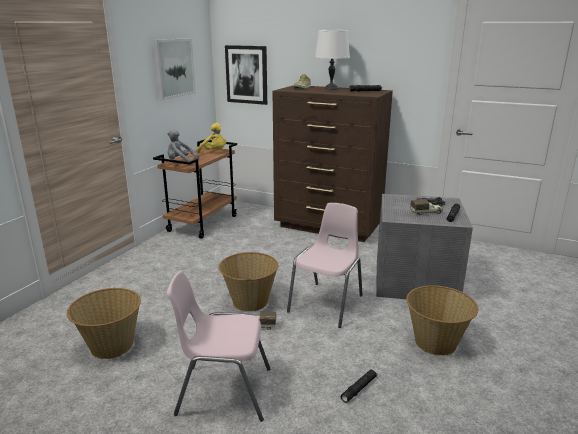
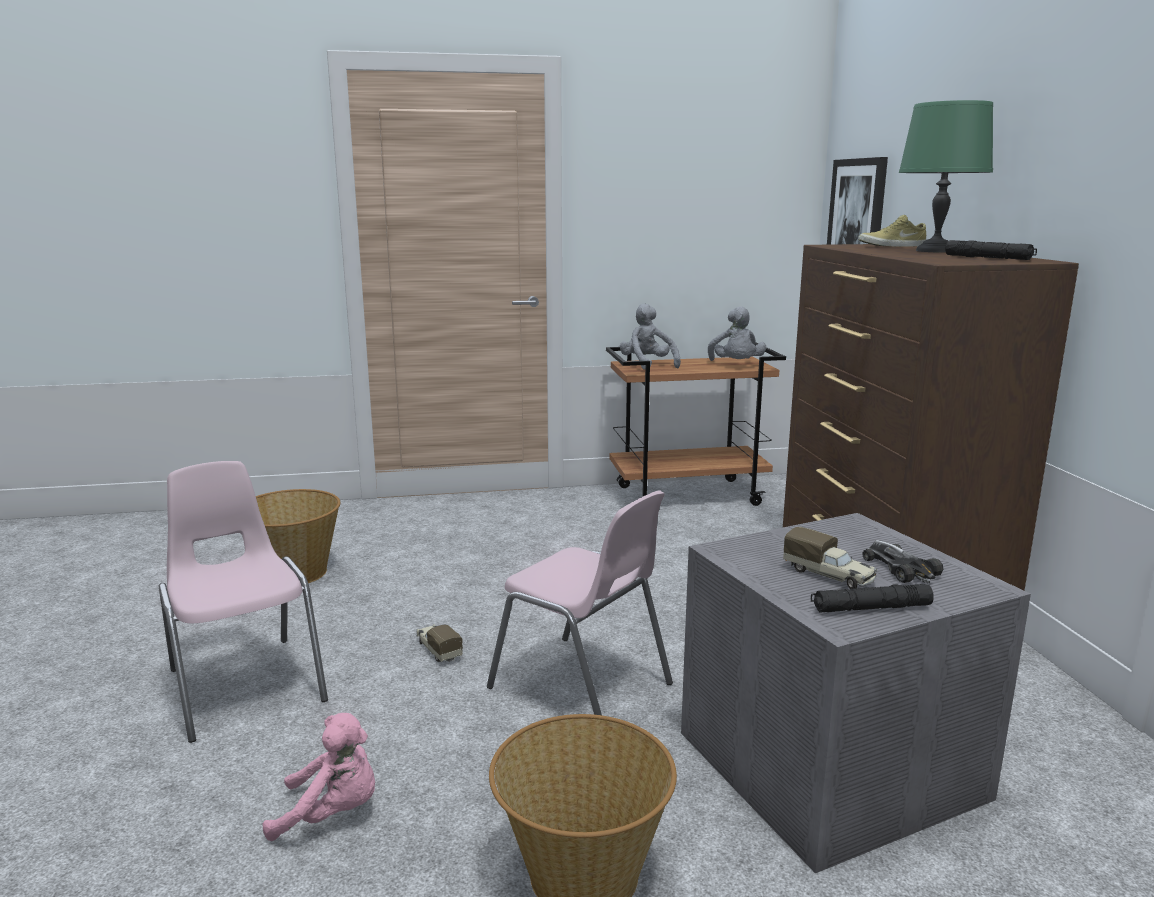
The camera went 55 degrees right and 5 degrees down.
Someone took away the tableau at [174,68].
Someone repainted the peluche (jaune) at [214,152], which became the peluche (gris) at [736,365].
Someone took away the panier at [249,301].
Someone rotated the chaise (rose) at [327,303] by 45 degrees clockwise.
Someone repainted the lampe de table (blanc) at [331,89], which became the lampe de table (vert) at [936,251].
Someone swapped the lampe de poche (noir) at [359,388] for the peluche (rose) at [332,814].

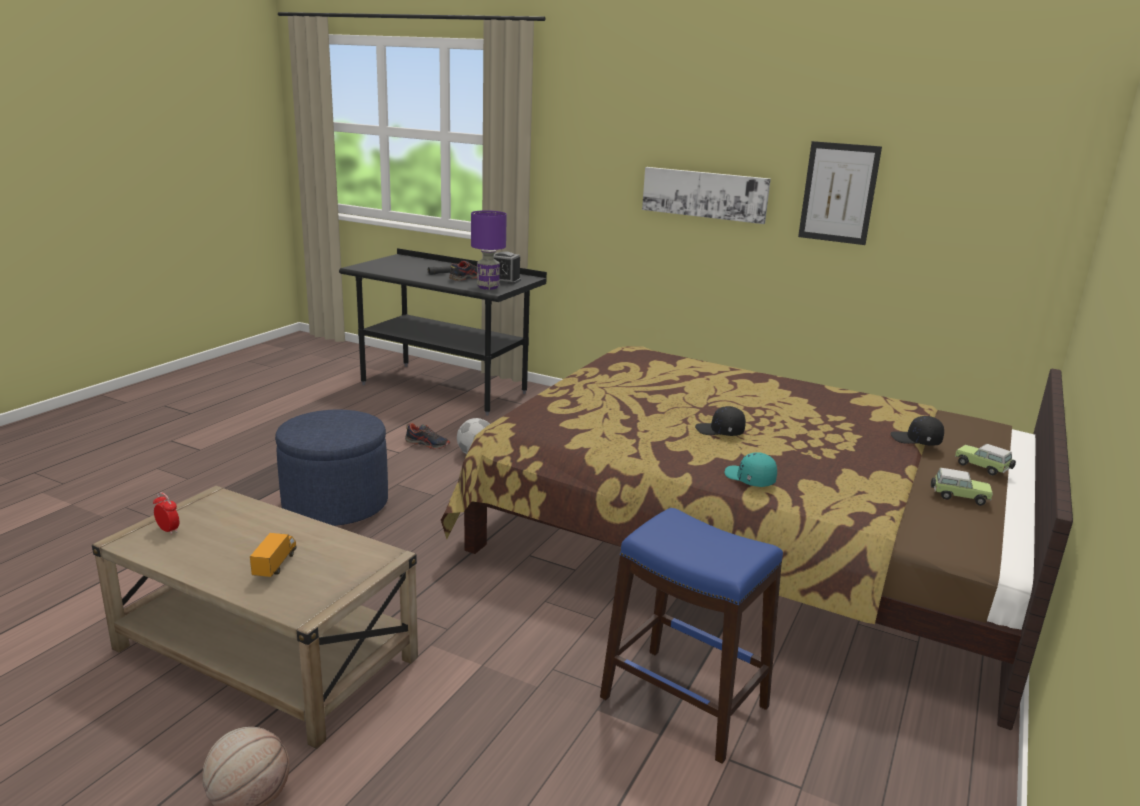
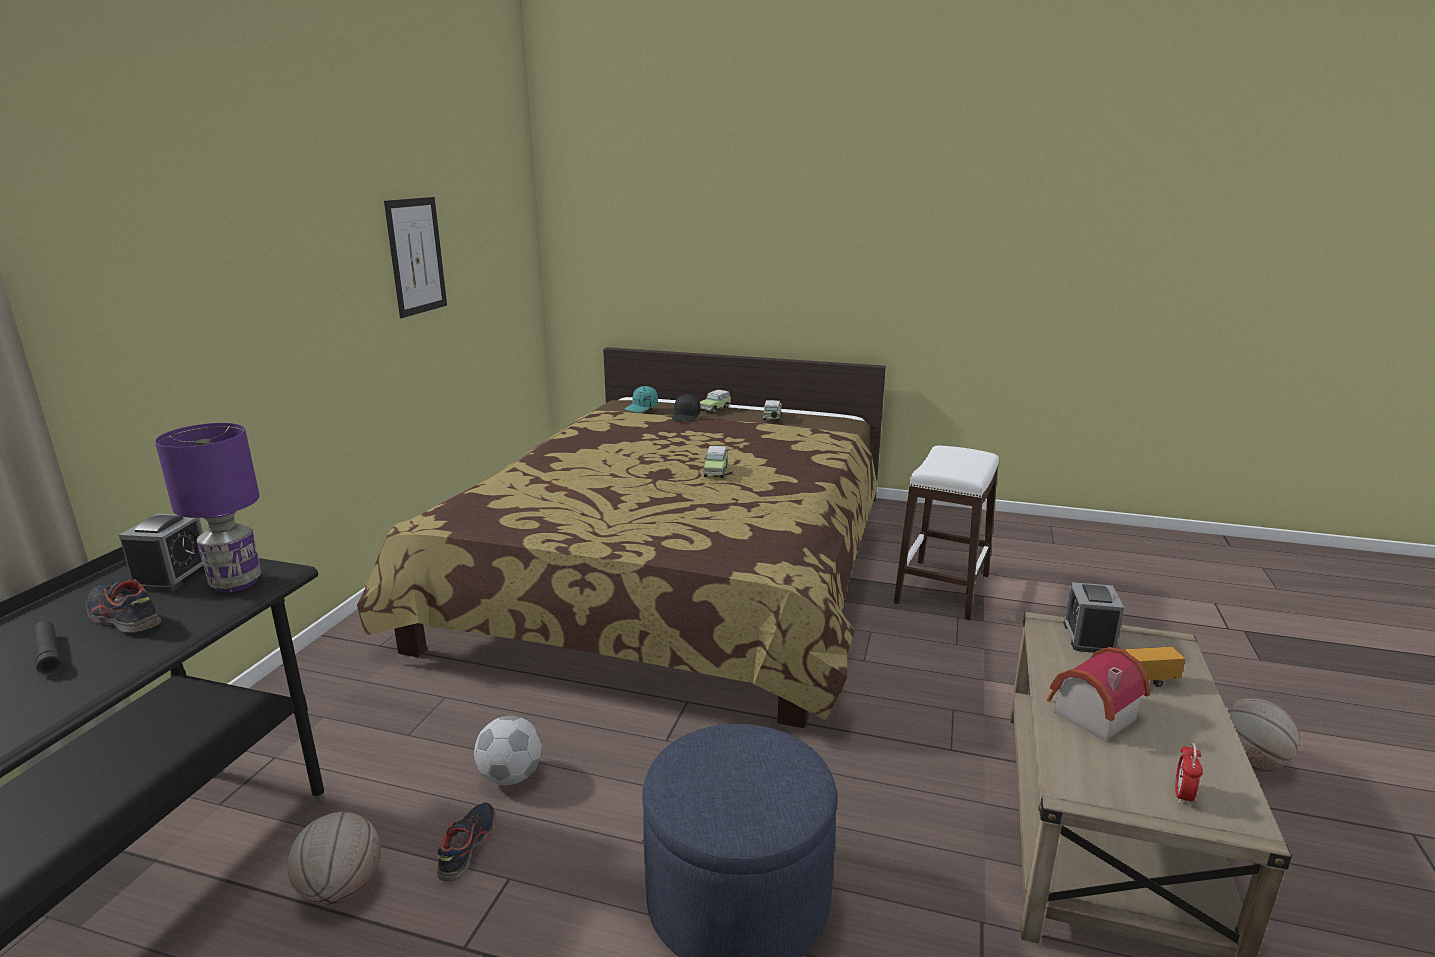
The camera went 100 degrees left and 0 degrees up.
Someone repainted the tabouret (bleu) at [684,703], which became the tabouret (blanc) at [943,588].
Someone took away the tableau at [704,194].
Someone swapped the casquette (noir) at [720,431] for the petite voiture at [715,471].
Someone carried the casquette (turquoise) from [749,479] to [642,407].
Someone put down the ballon de basket at [341,889].
Someone put down the maison miniature at [1088,714].
Someone put down the réveil at [1088,637].

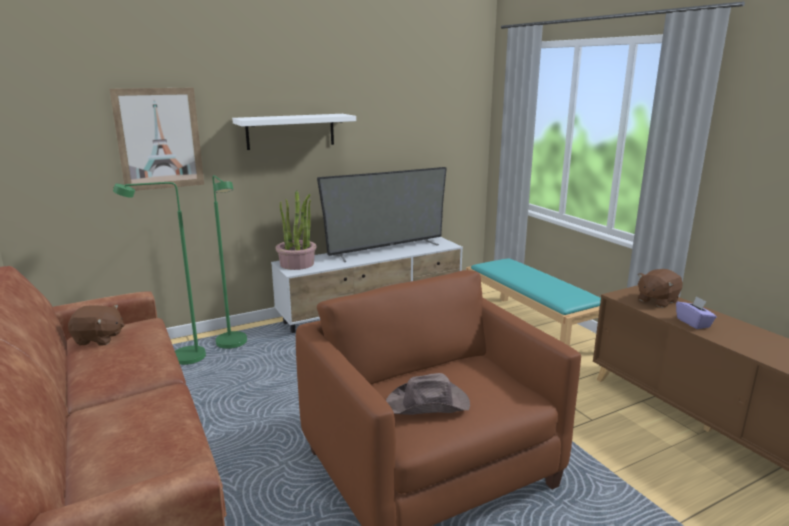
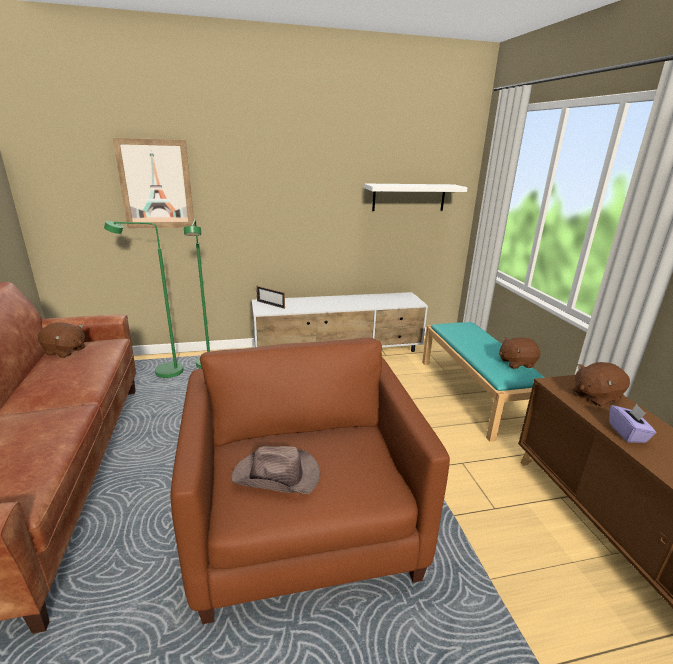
The camera went 15 degrees right and 5 degrees up.
Someone carried the étagère (blanc) from [290,131] to [409,197].
Someone swapped the plante en pot at [297,264] for the cadre photo at [270,304].
Someone took away the téléviseur at [386,250].
Someone put down the peluche (marron) at [516,363].

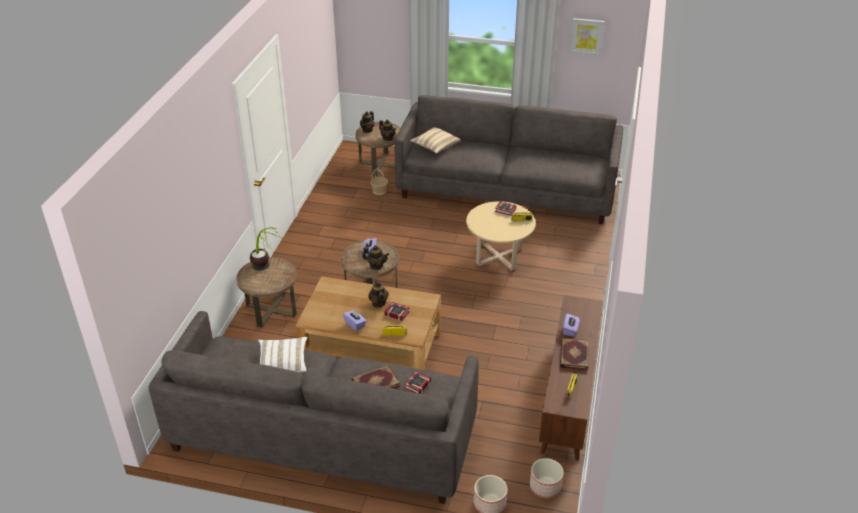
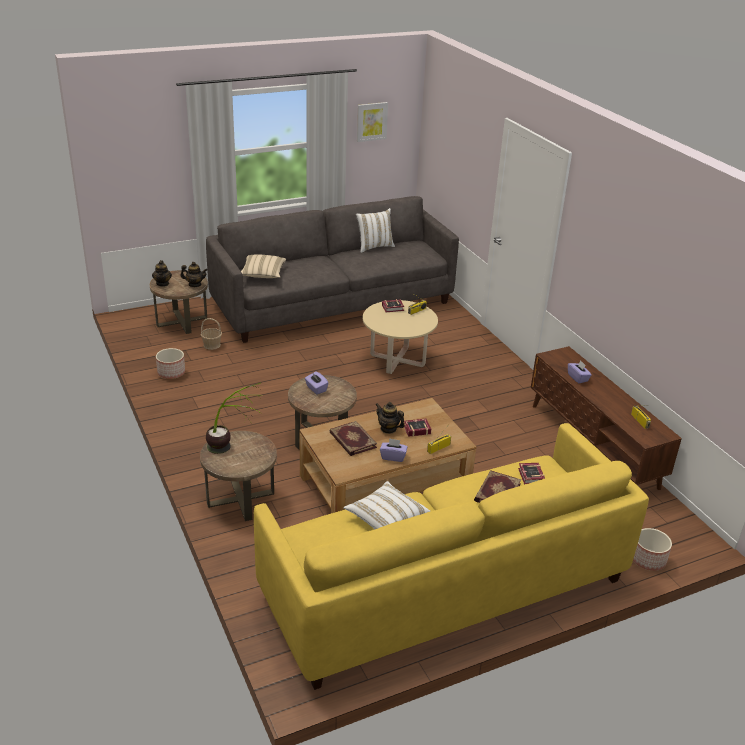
The camera went 40 degrees left and 5 degrees down.
Someone repainted the canapé (gris) at [322,436], which became the canapé (jaune) at [445,586].
Someone took away the théière at [376,266].
Someone carried the cache-pot from [545,487] to [171,373].
Someone carried the livre from [573,355] to [352,440].
Someone put down the coussin (blanc) at [374,247].

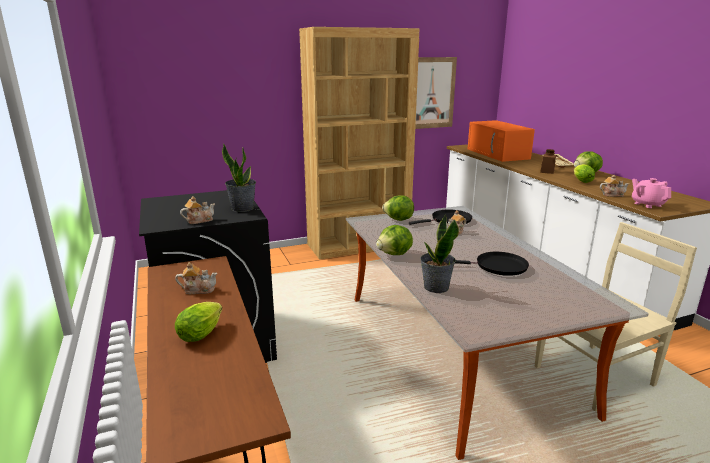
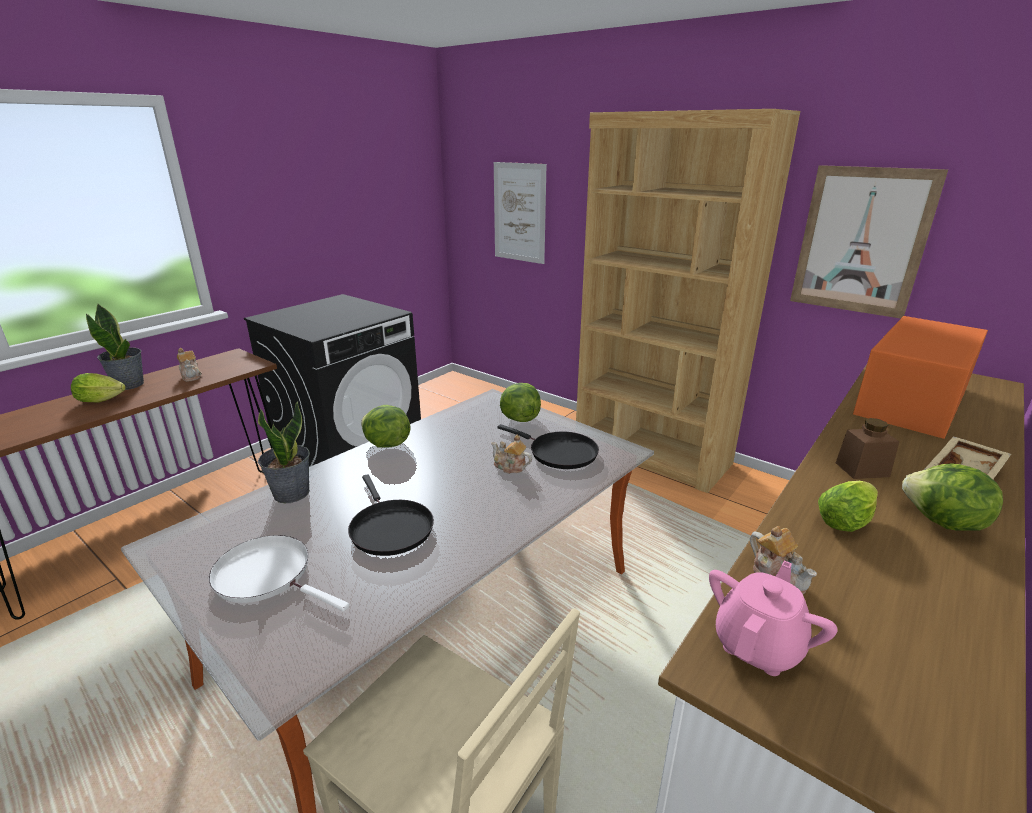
The camera went 60 degrees right and 5 degrees up.
Someone took away the théière at [199,220].
Someone carried the plante en pot from [242,208] to [129,384].
Someone put down the poêle (blanc) at [268,575].
Someone put up the tableau at [519,213].

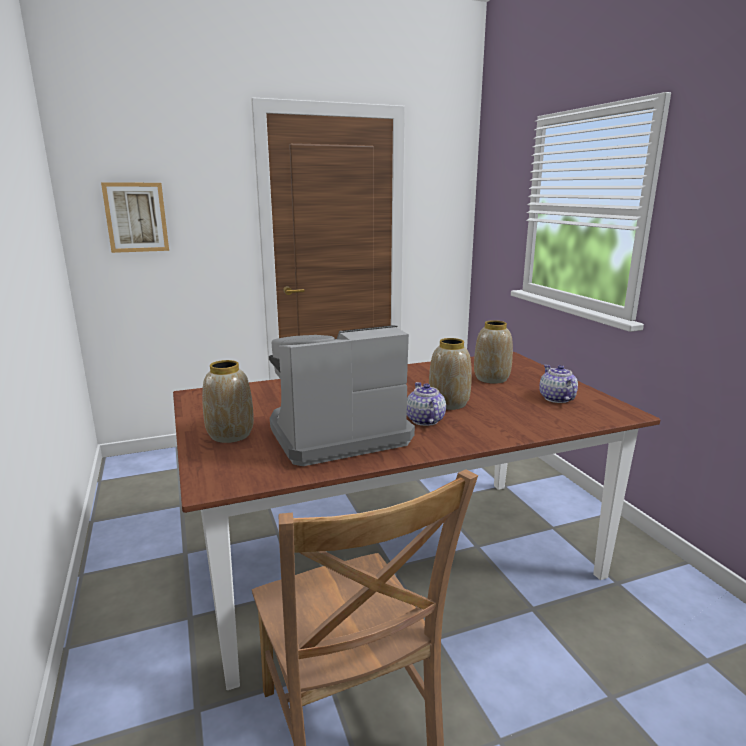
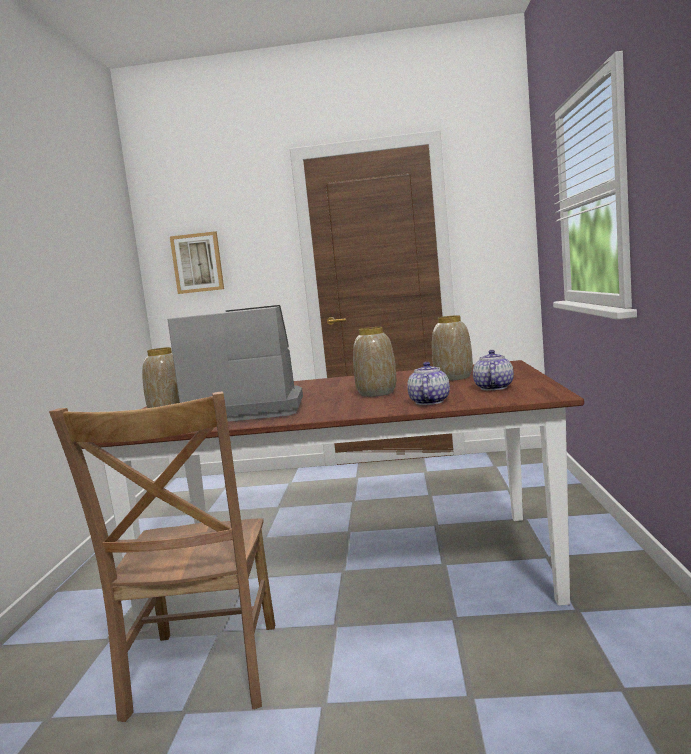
The camera went 25 degrees right and 10 degrees down.
Someone carried the théière from [424,420] to [429,402].

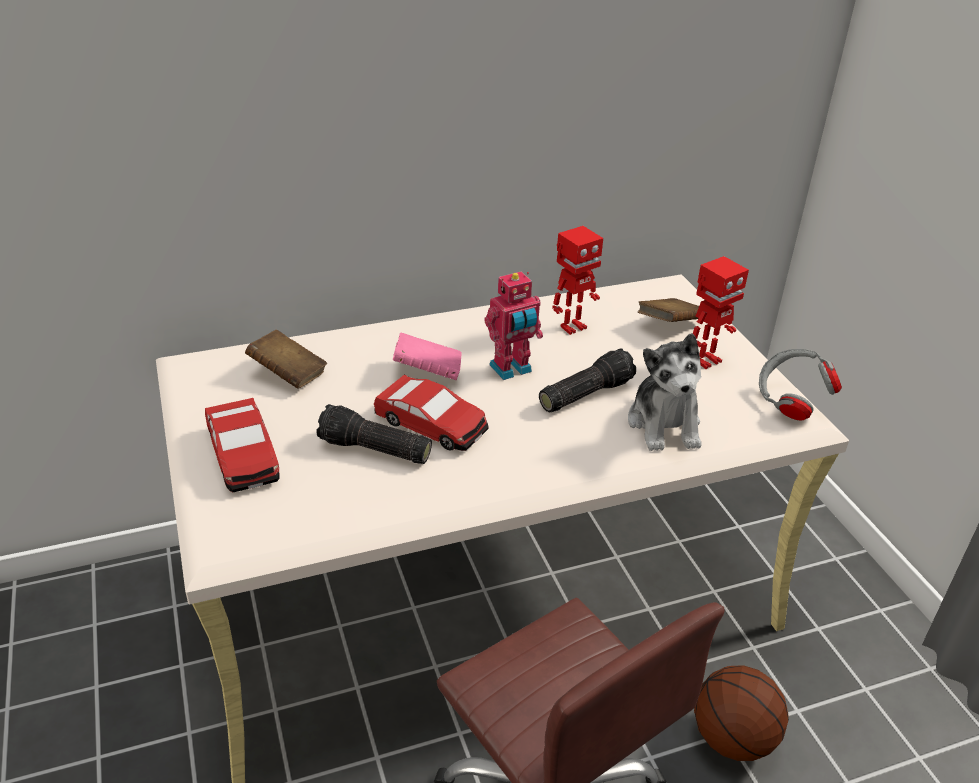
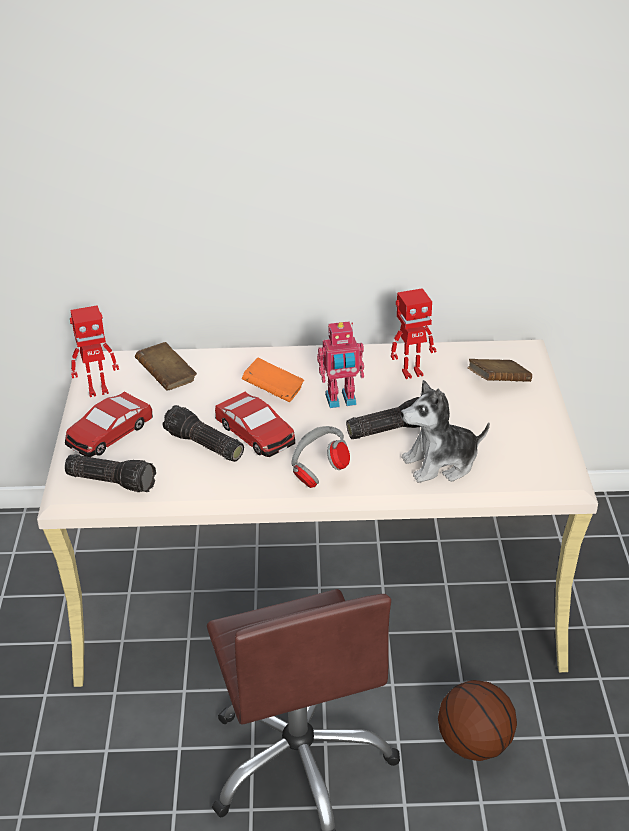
The camera went 20 degrees right and 0 degrees up.
Someone rotated the petite voiture at [243,455] by 45 degrees clockwise.
Someone repainted the livre (rose) at [427,371], which became the livre (orange) at [273,392].
Someone rotated the peluche at [664,424] by 60 degrees clockwise.
Someone carried the robot jouet from [706,360] to [98,390].
Someone carried the casque audio (gris) from [790,402] to [318,471].
Someone put down the lampe de poche at [112,481].

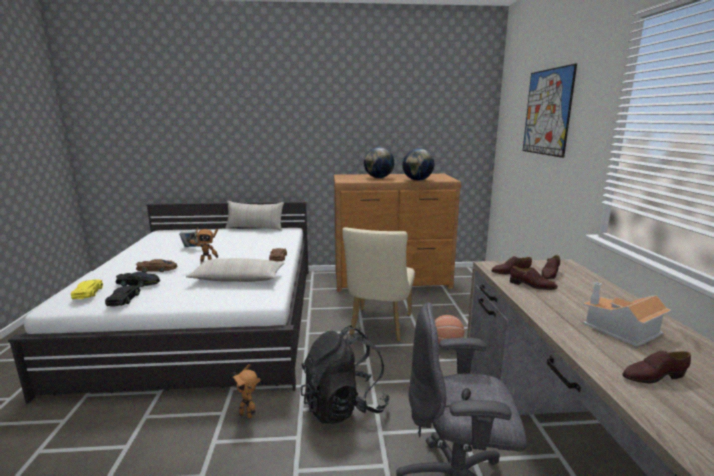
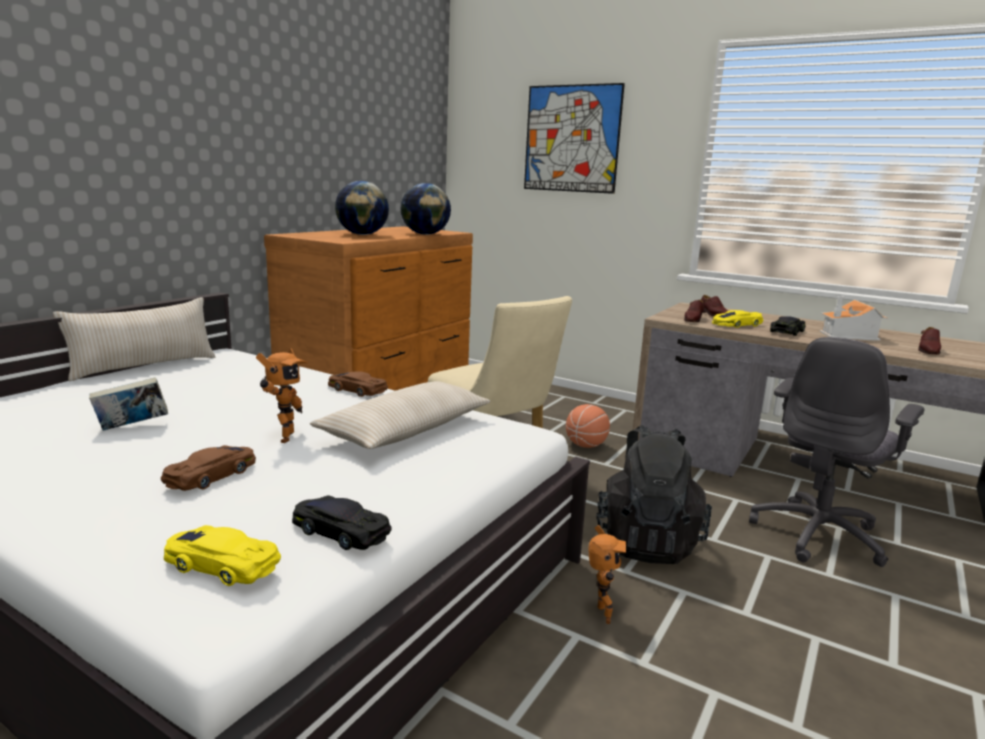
The camera went 55 degrees left and 0 degrees up.
Someone carried the petite voiture (noir) from [138,283] to [787,331].
Someone rotated the robot jouet at [247,414] by 75 degrees counterclockwise.
Someone swapped the chaussure (marron) at [532,285] for the petite voiture (jaune) at [736,324].

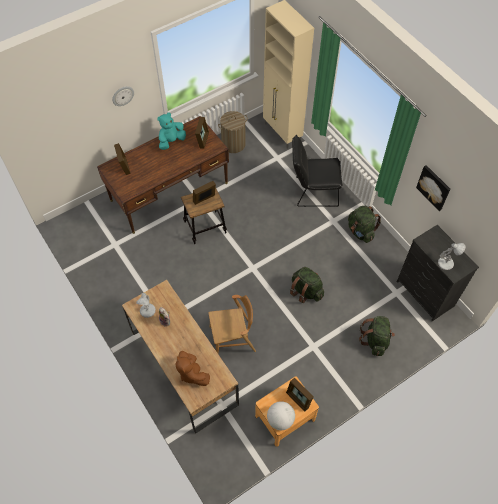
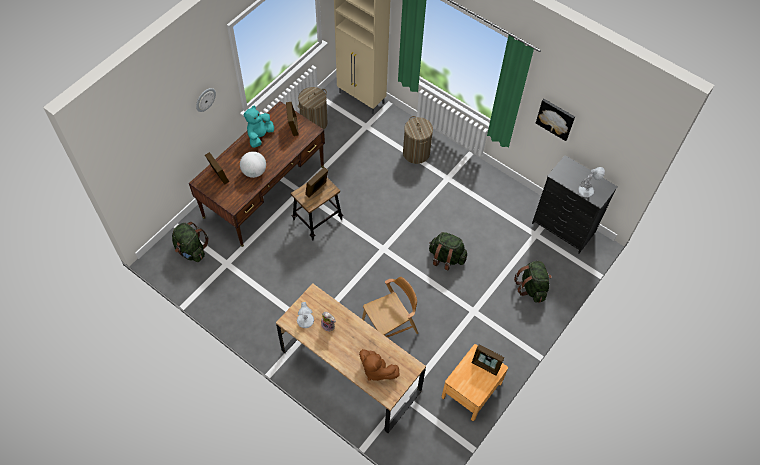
The camera went 20 degrees left and 0 degrees up.
Someone carried the globe from [280,420] to [254,172].
Someone swapped the chaise (noir) at [313,191] for the panier à linge at [416,153].
Someone carried the sac à dos (vert) from [360,231] to [191,250].

